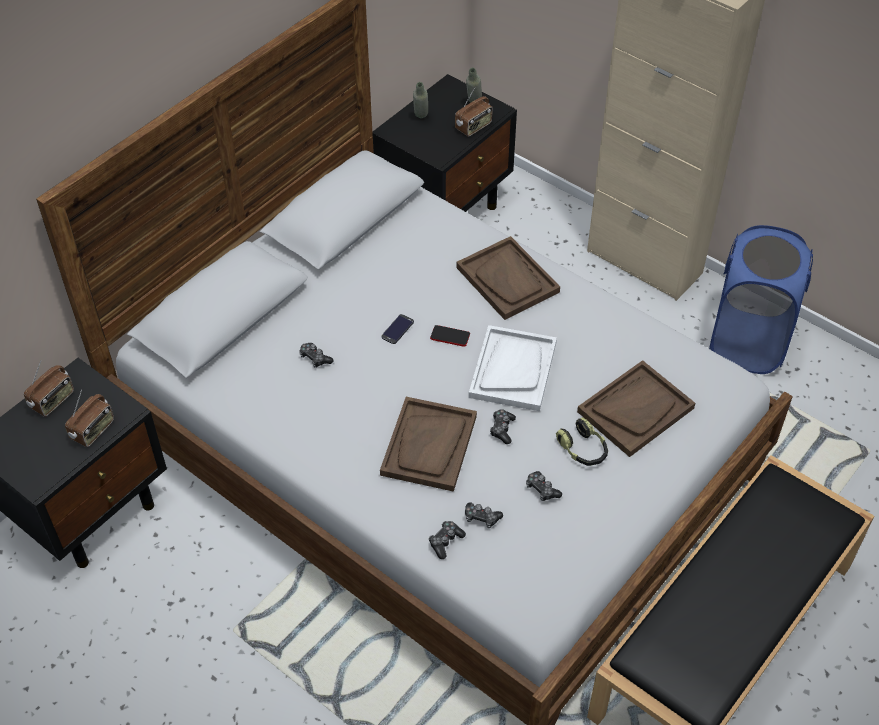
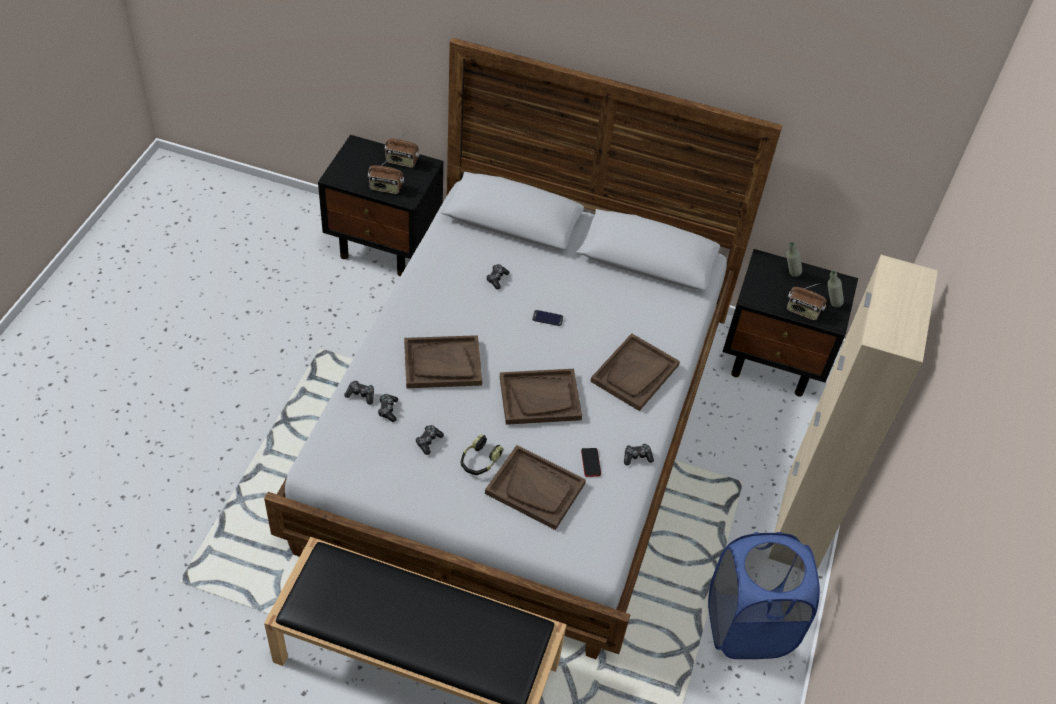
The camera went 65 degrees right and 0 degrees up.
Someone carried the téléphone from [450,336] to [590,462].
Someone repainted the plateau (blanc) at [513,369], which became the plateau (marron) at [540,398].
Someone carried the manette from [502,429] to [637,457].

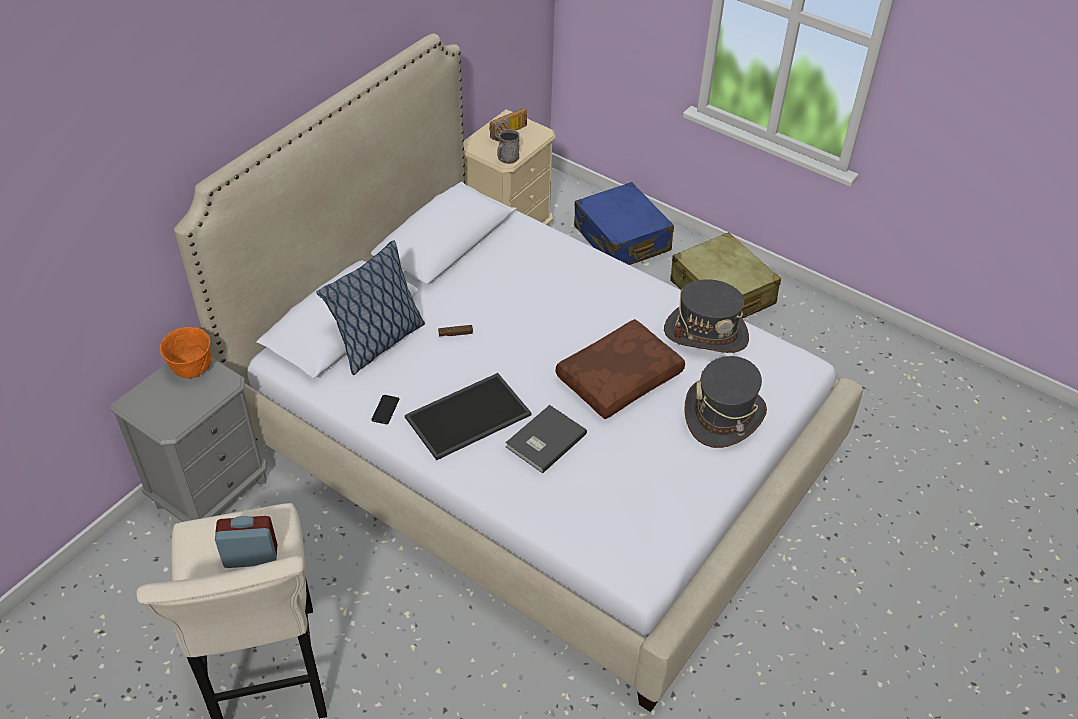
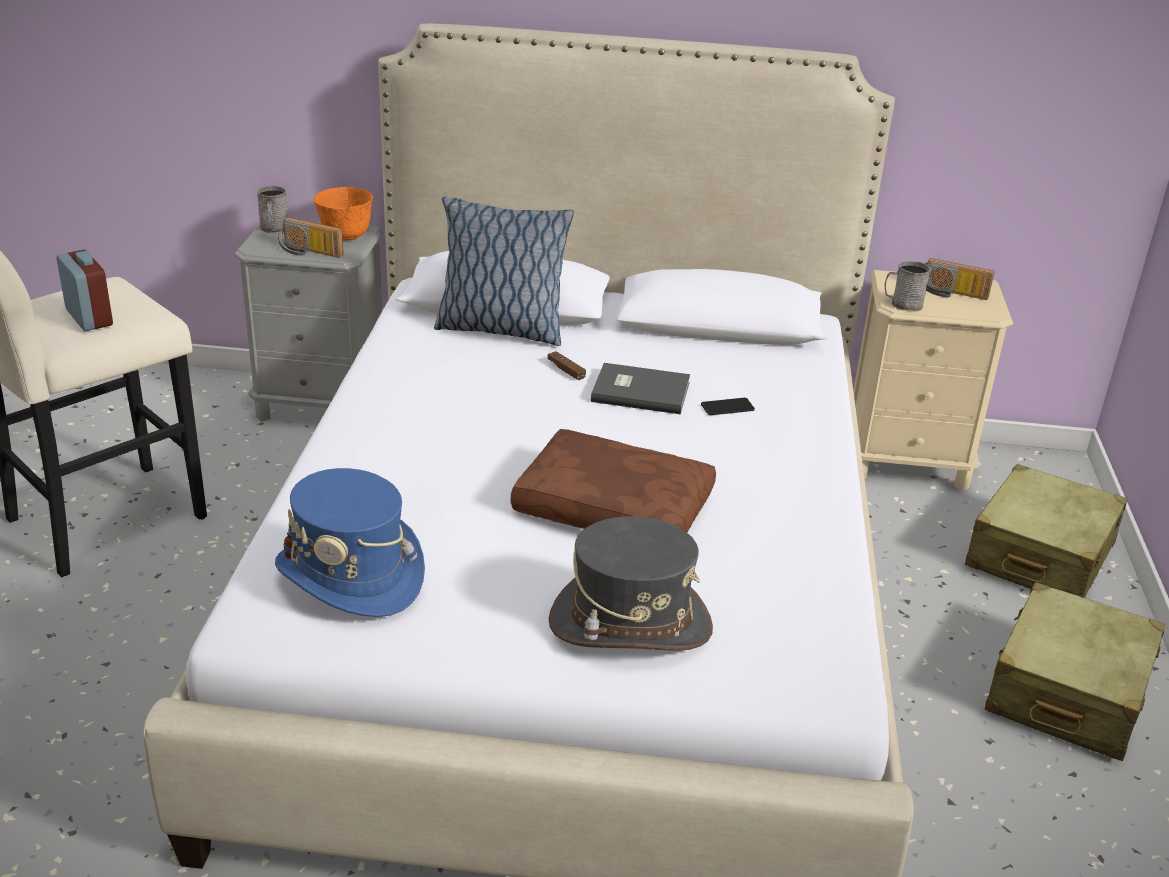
The camera went 60 degrees right and 15 degrees down.
Someone carried the téléphone from [385,410] to [727,407].
Someone took away the plateau at [468,414].
Someone carried the livre (gris) from [544,440] to [639,390].
Someone repainted the valise (bleu) at [621,239], which became the valise (beige) at [1039,556].
Someone took away the chapeau (gris) at [706,333].
Someone put down the mug (gris) at [274,229].
Someone put down the chapeau (bleu) at [351,575].
Someone put down the radio at [308,252].

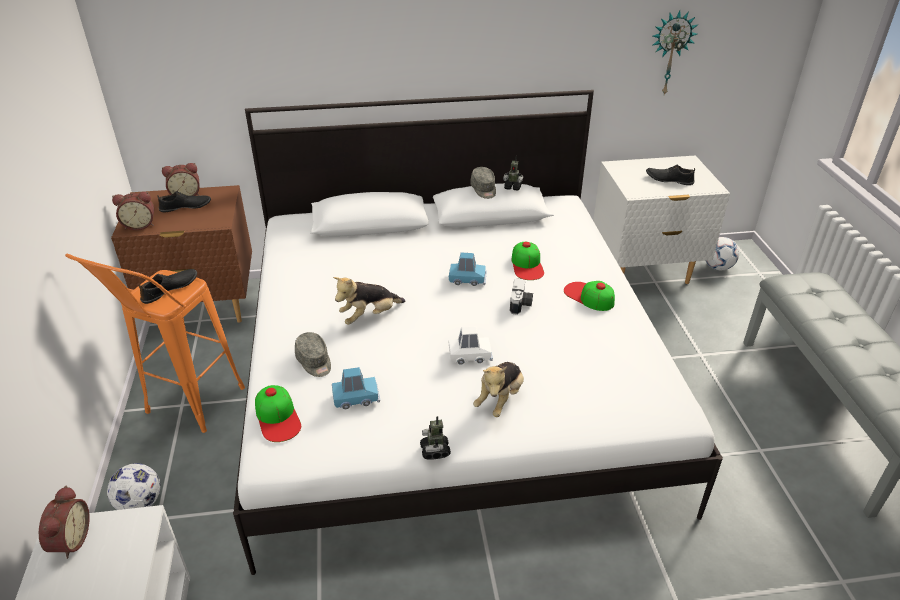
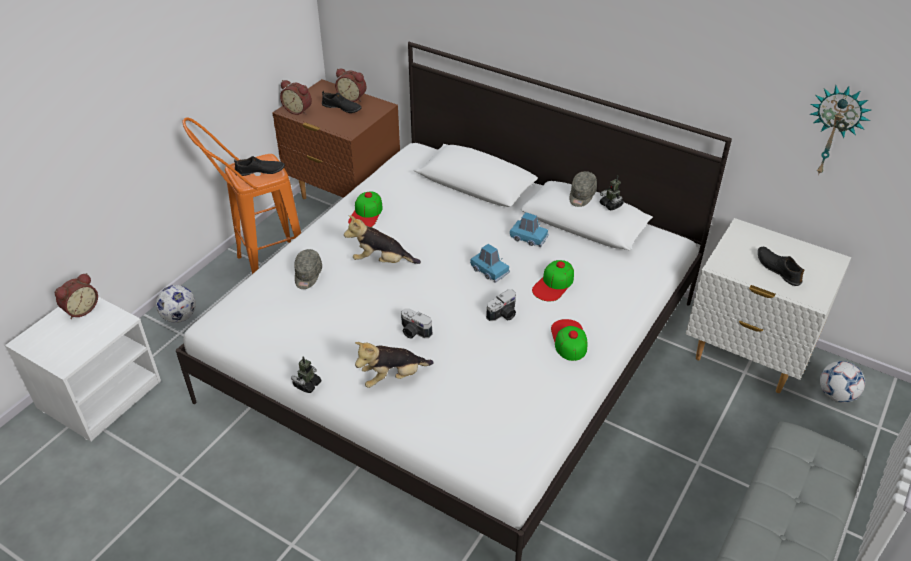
The camera went 40 degrees right and 5 degrees up.
Someone carried the casquette from [278,417] to [366,214].
Someone carried the petite voiture (bleu) from [356,397] to [529,238].
Someone swapped the petite voiture (blanc) at [470,355] for the appareil photo at [414,332].

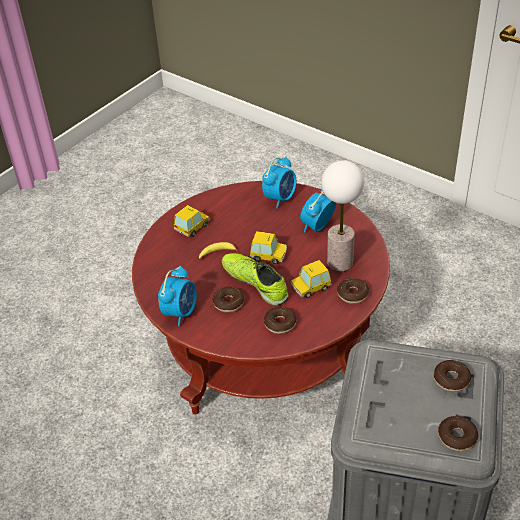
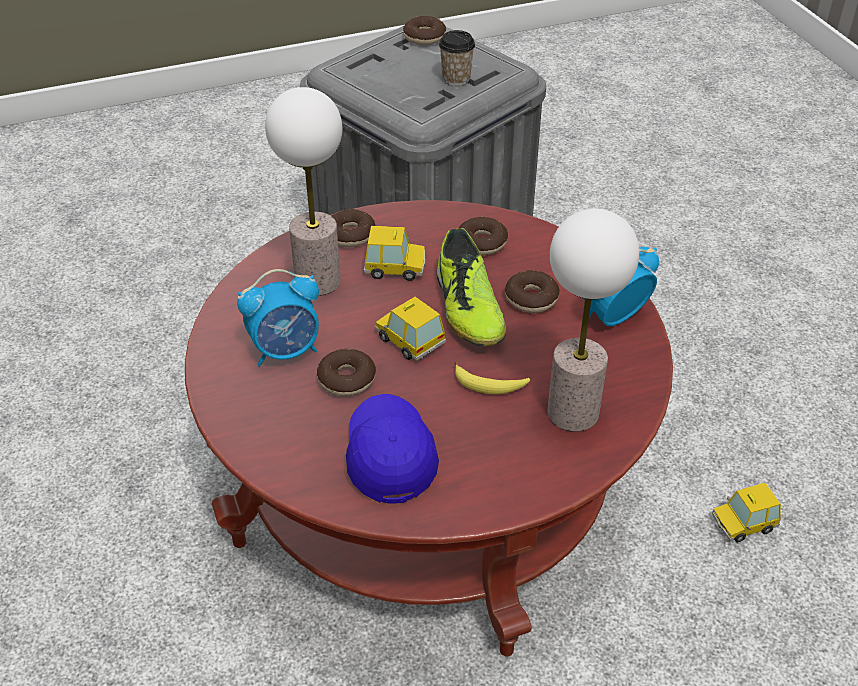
The camera went 150 degrees left and 0 degrees up.
Someone carried the petite voiture from [192,227] to [743,523].
Someone took away the réveil at [280,198].
Someone carried the beignet from [451,380] to [346,379].
Someone put down the casquette (bleu) at [390,457].
Someone put down the tasse at [456,79].
Someone put down the lampe de table at [573,412].

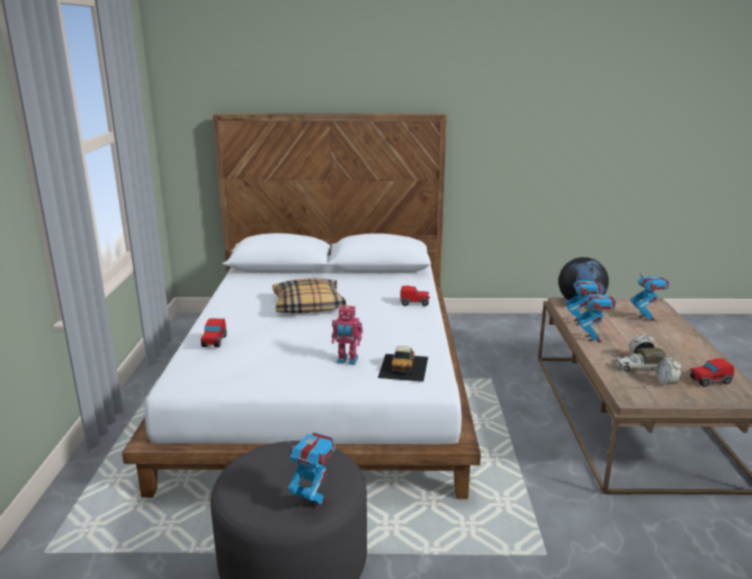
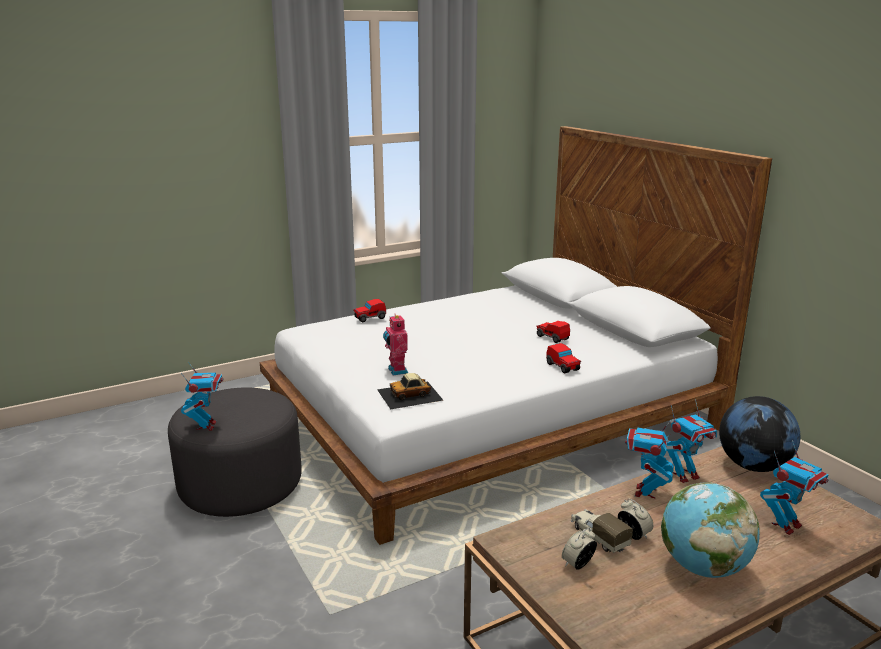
The camera went 60 degrees right and 0 degrees up.
Someone took away the coussin at [308,305].
Someone rotated the robot jouet at [593,338] by 135 degrees clockwise.
Someone carried the petite voiture from [709,381] to [552,337].
Someone put down the globe at [703,567].

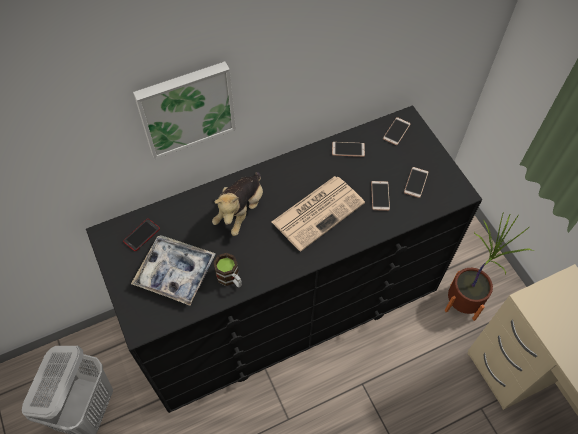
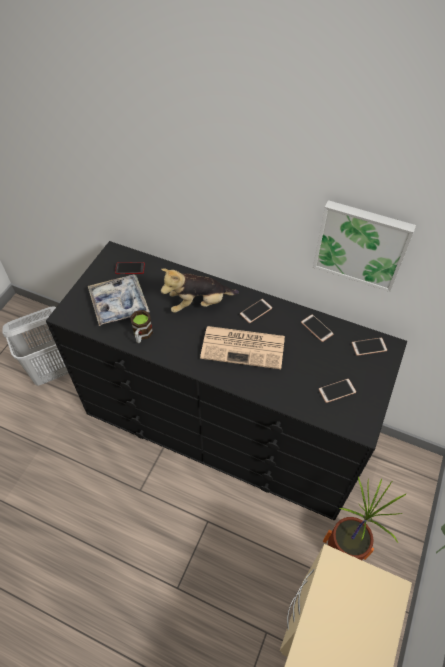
The camera went 50 degrees right and 5 degrees down.
Someone carried the tableau from [186,108] to [361,244].
Someone carried the téléphone from [380,196] to [256,311].

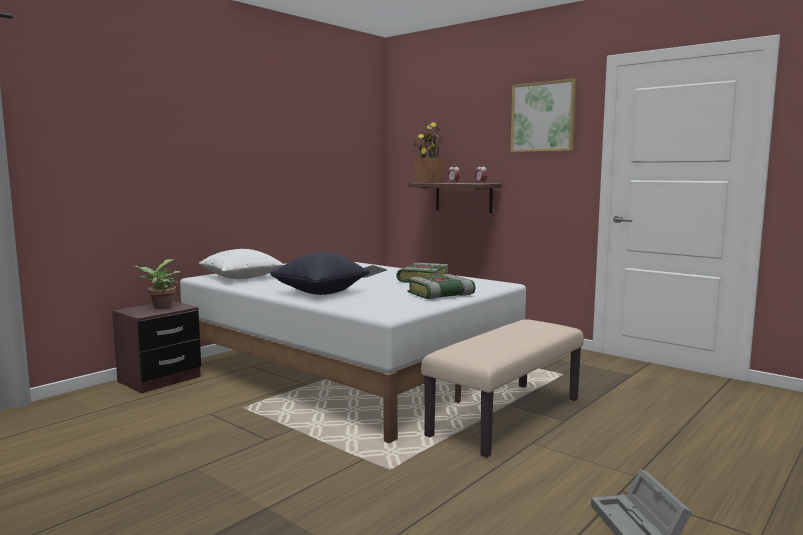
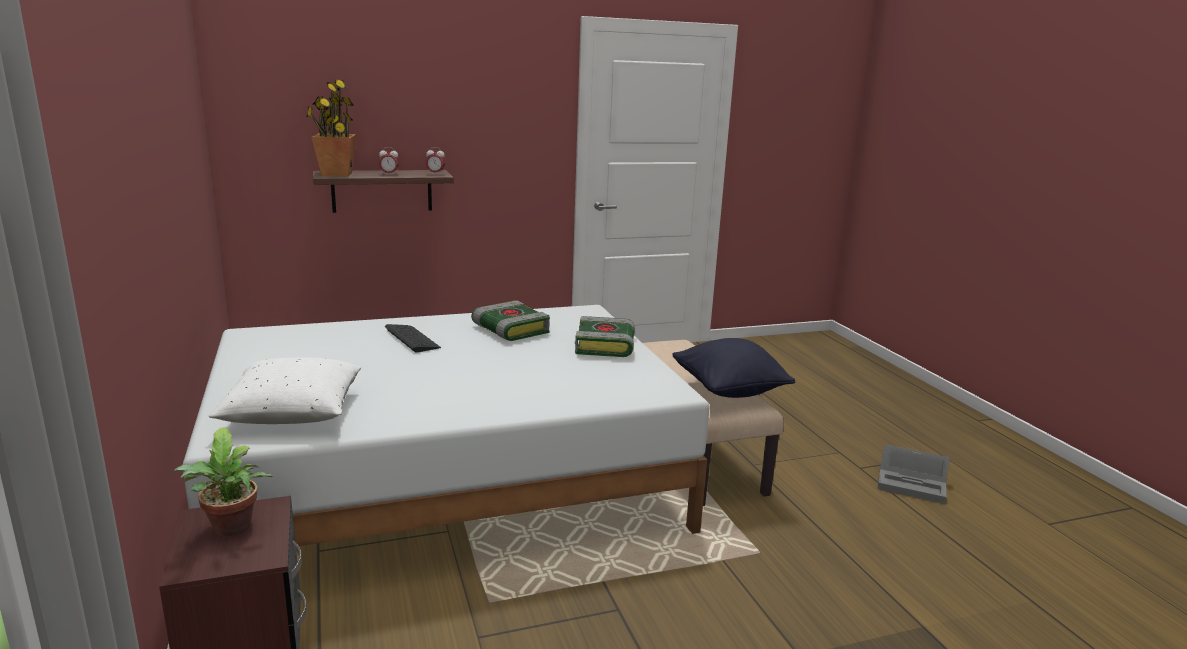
The camera went 60 degrees left and 10 degrees up.
Someone carried the coussin (noir) from [320,292] to [729,391].
Someone took away the tableau at [543,117].

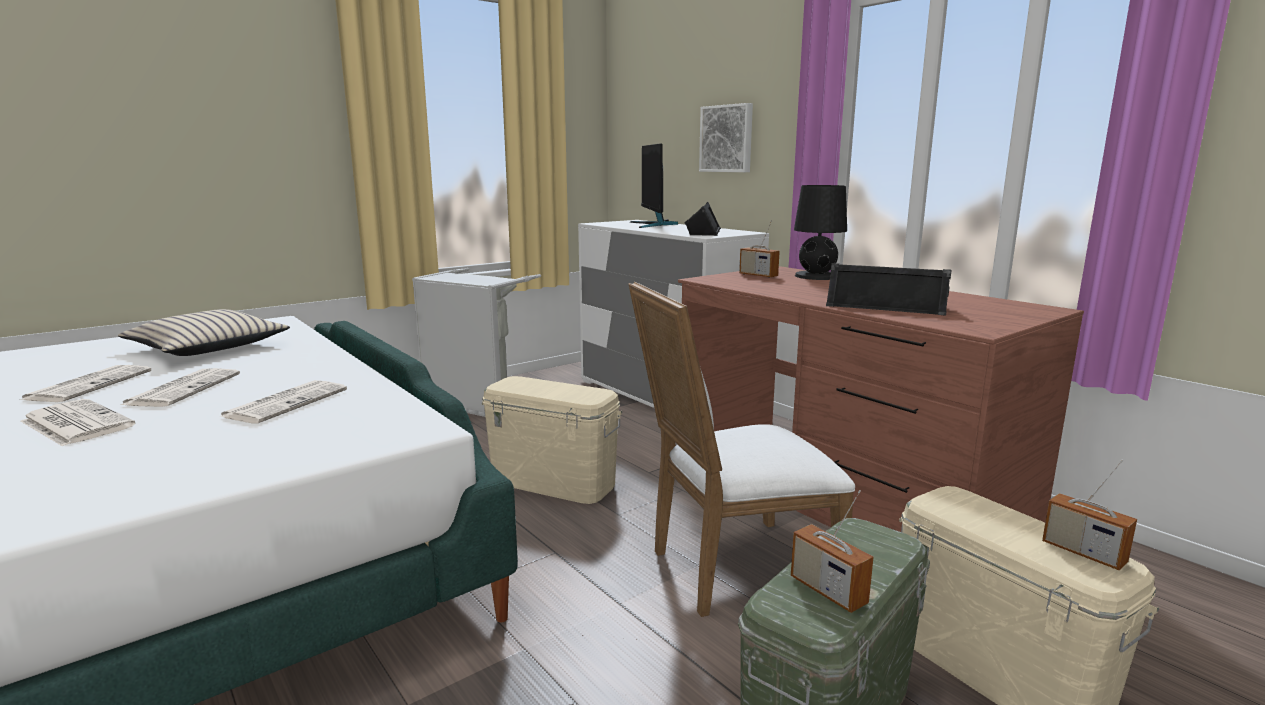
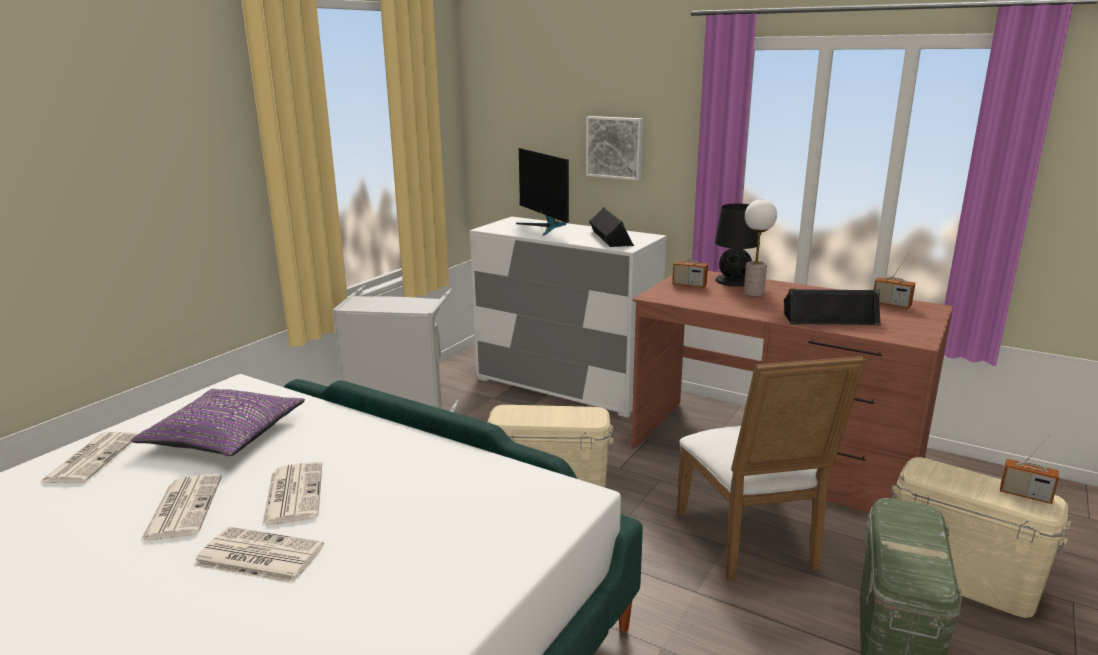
The camera went 20 degrees left and 5 degrees up.
Someone repainted the coussin (beige) at [207,347], which became the coussin (violet) at [224,435].
Someone carried the journal from [286,403] to [92,458].
Someone rotated the chaise (blanc) at [732,569] by 60 degrees counterclockwise.
Someone carried the radio from [828,591] to [891,304].
Someone put down the lampe de table at [754,293].

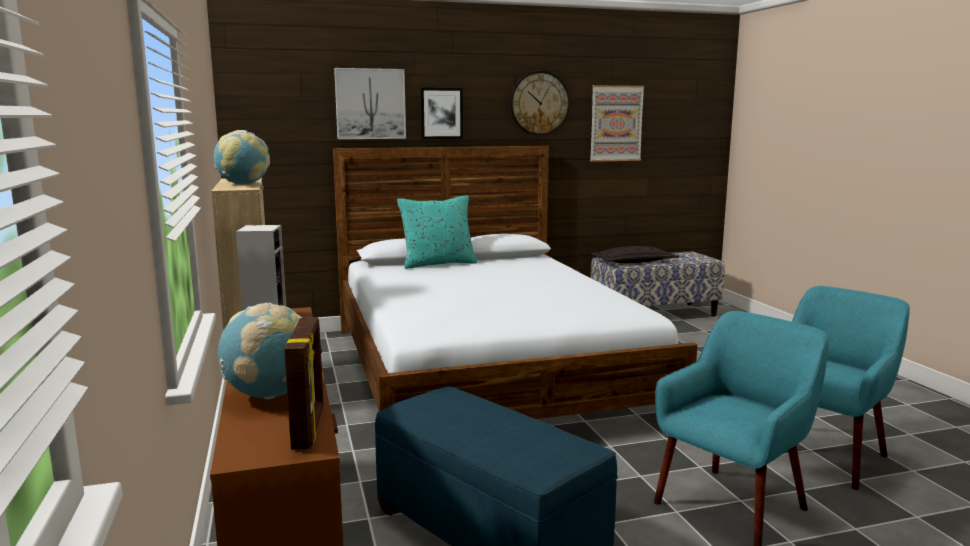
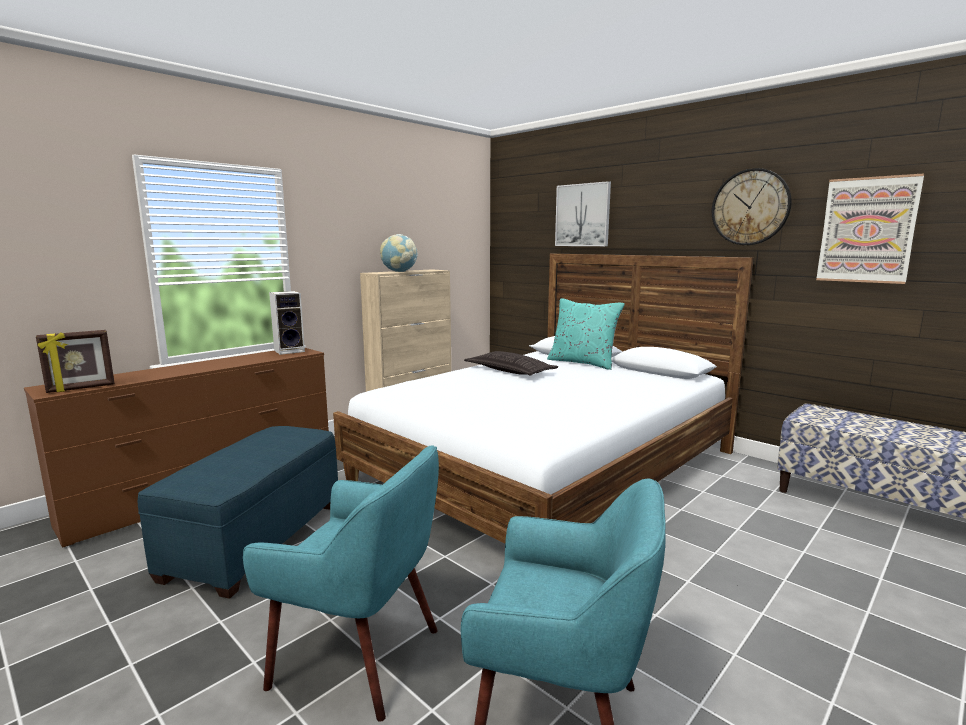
The camera went 60 degrees right and 0 degrees up.
Someone took away the globe at [270,395].
Someone took away the tableau at [441,113].
Someone carried the coussin from [634,262] to [510,371].

